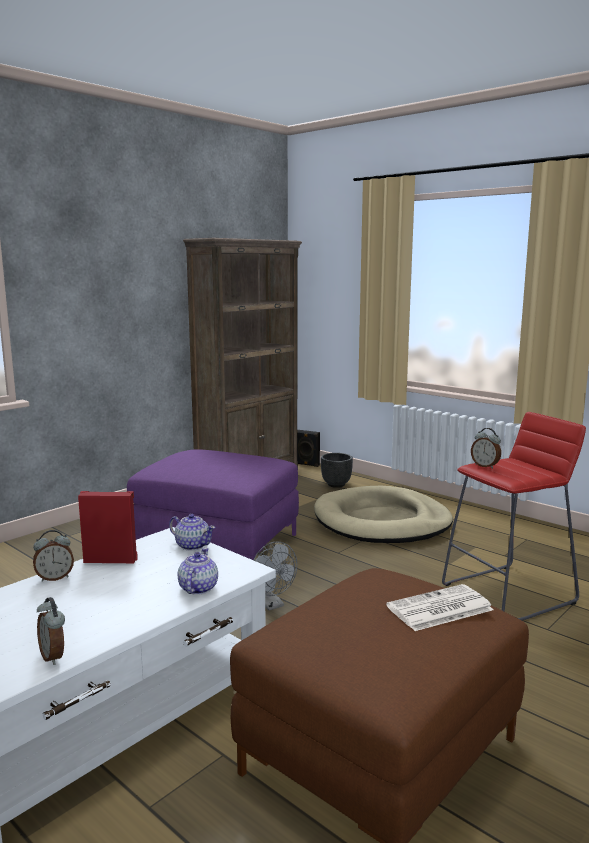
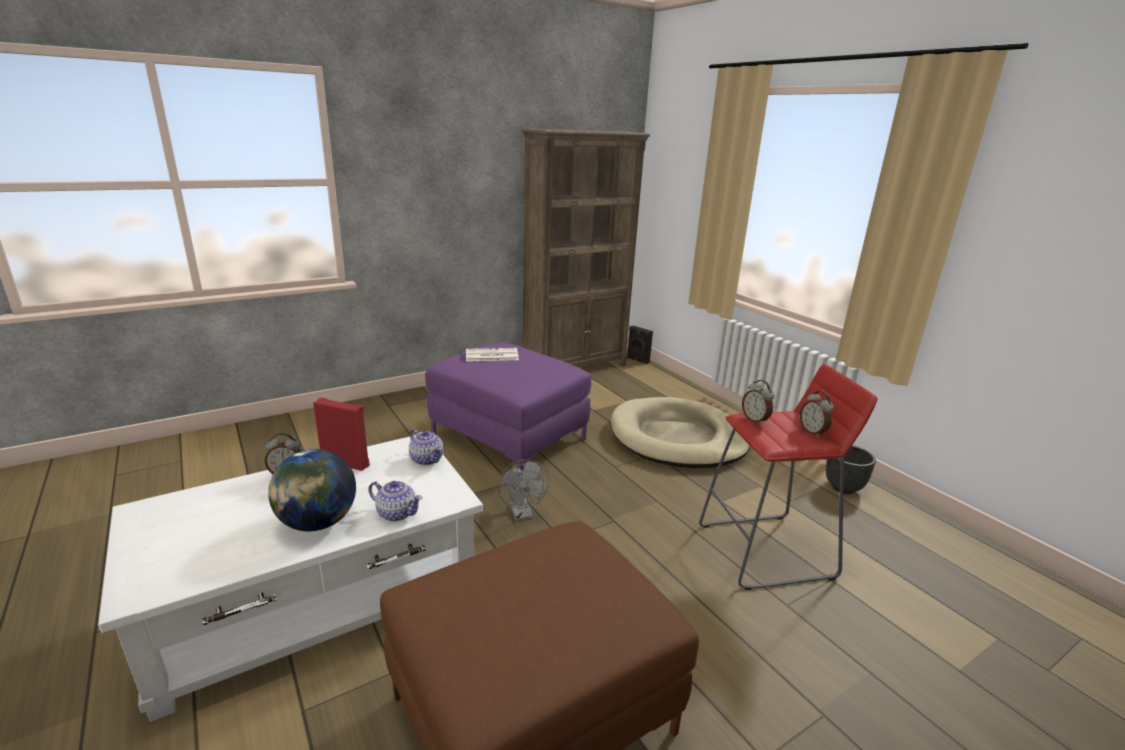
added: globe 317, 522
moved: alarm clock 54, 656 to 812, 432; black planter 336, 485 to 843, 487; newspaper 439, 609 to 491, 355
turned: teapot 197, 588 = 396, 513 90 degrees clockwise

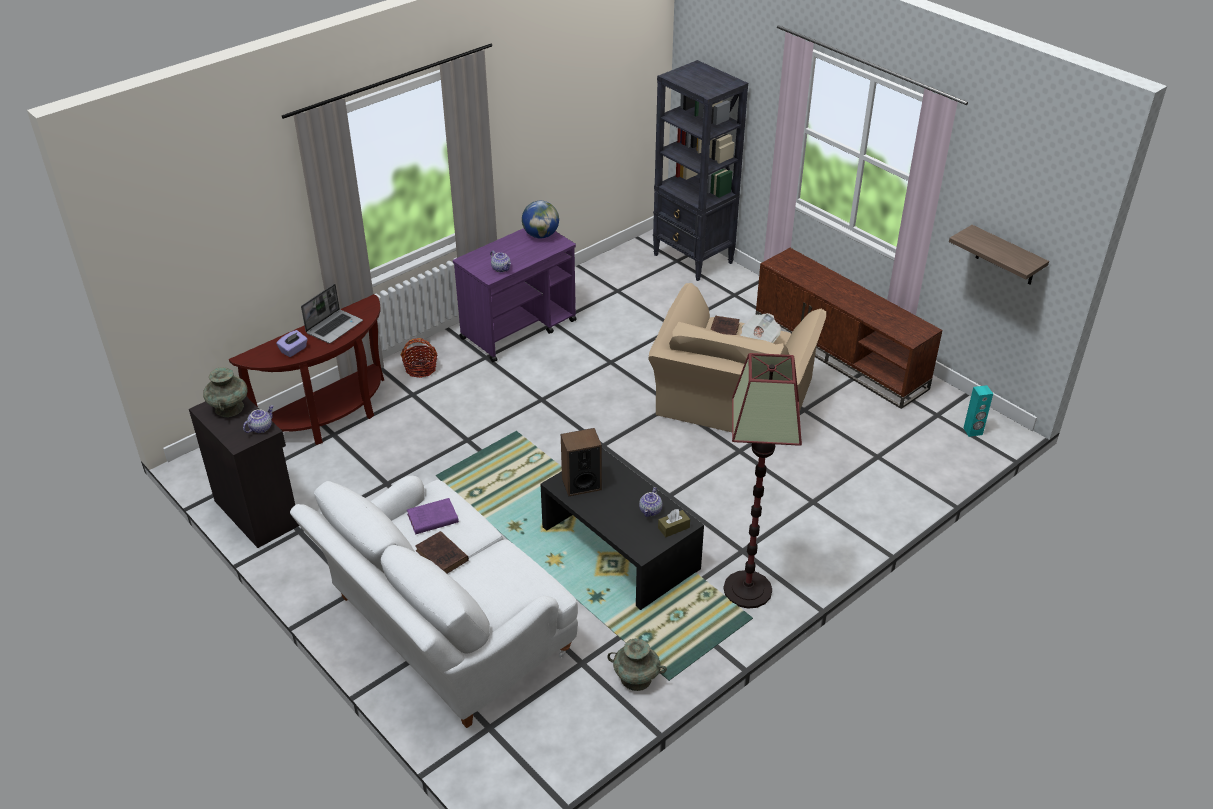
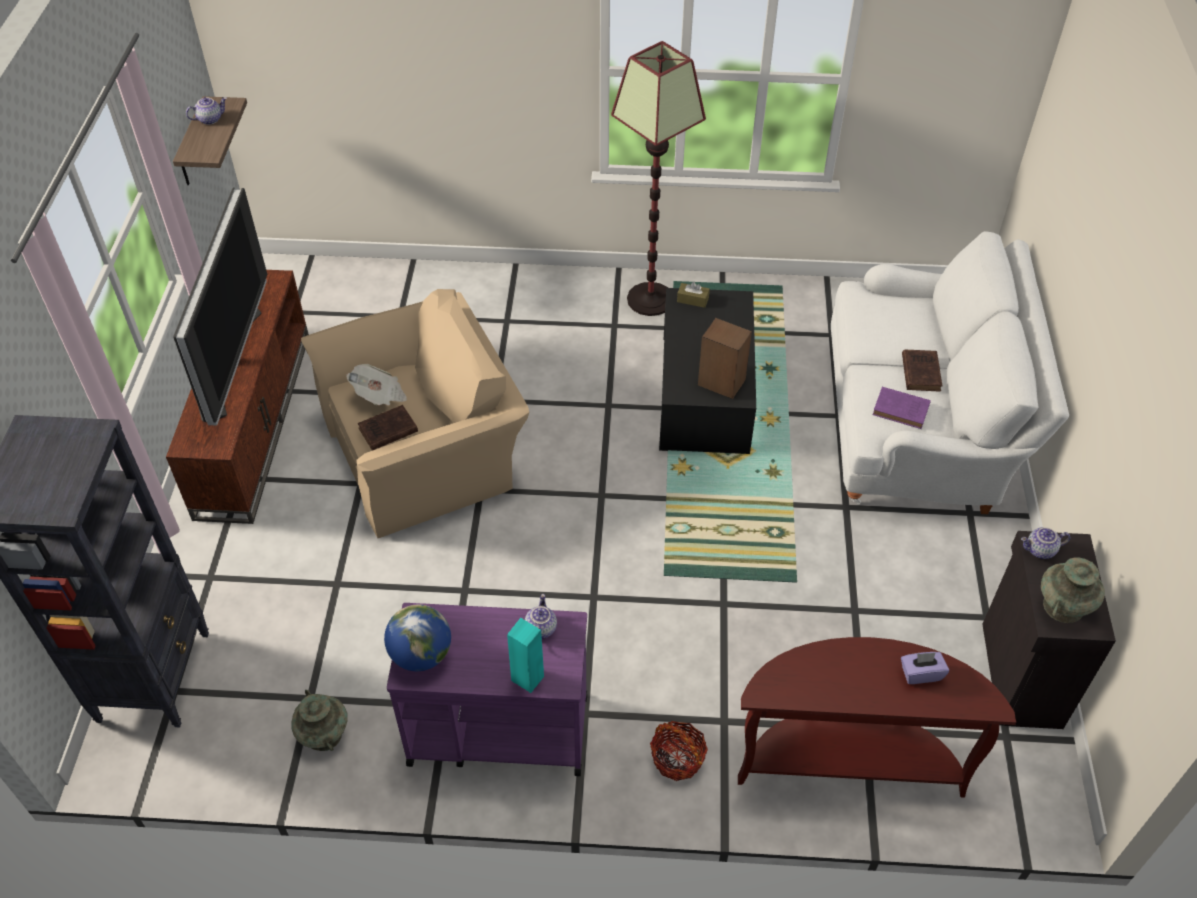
removed: laptop 334, 327
added: television 231, 361
moved: turquoise vase 636, 678 to 323, 734; teapot 651, 511 to 210, 119; turquoise speaker 973, 431 to 528, 678

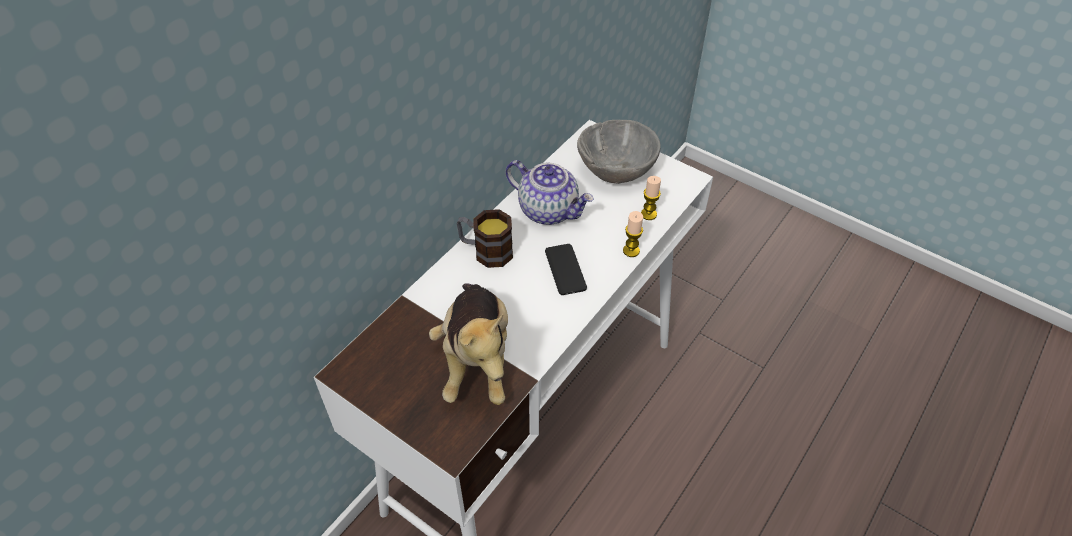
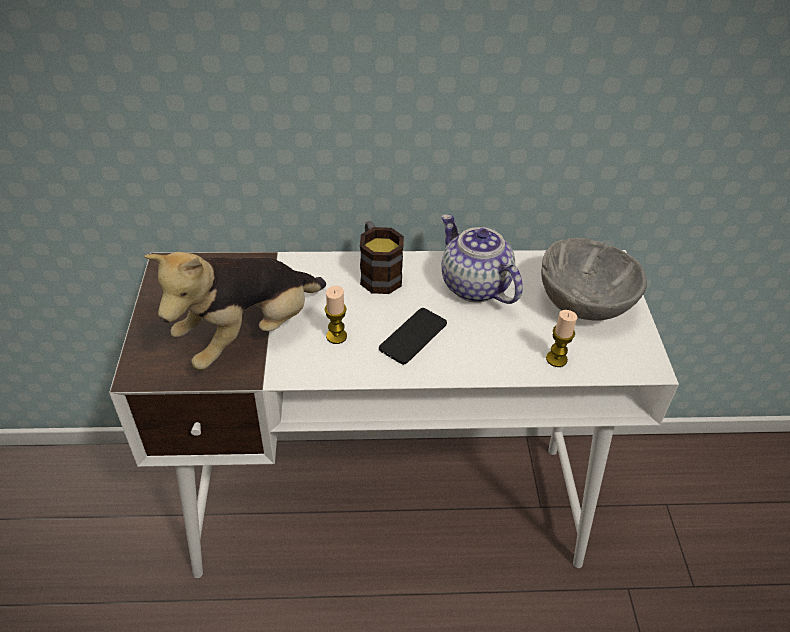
moved: candle 631, 250 to 336, 336
turned: teapot 549, 210 = 473, 286 150 degrees clockwise

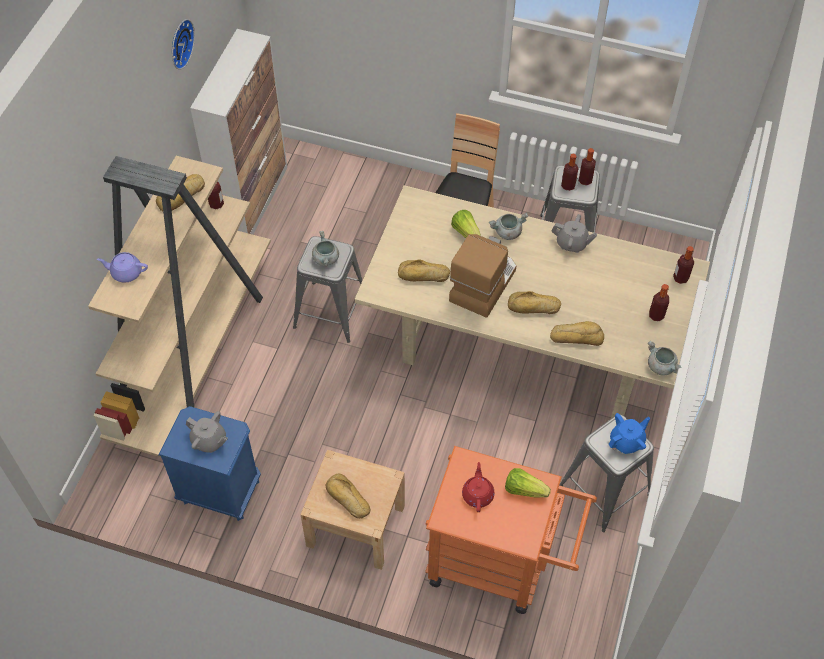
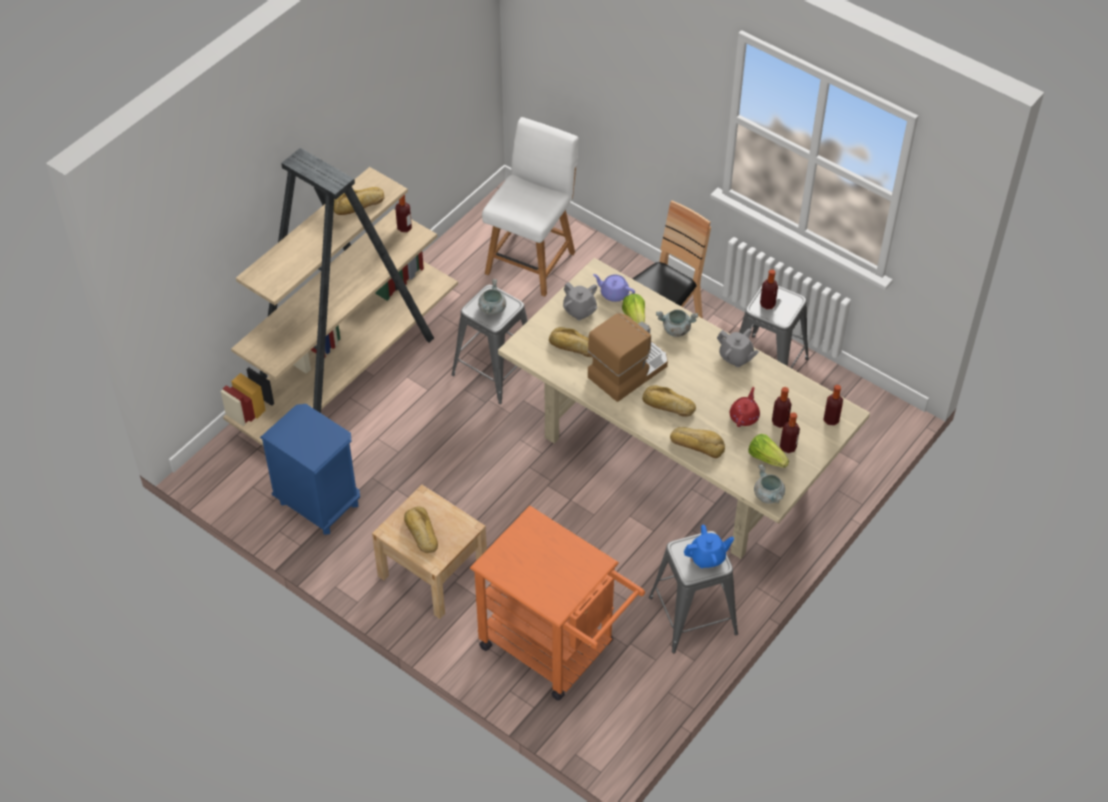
removed: wall clock 179, 43; cabinet 253, 200
added: white chair 532, 260
moved: purple teapot 126, 272 to 613, 293; grey teapot 209, 441 to 580, 310; red teapot 477, 494 to 744, 416; lettuce 524, 489 to 766, 458; bottle 585, 180 to 780, 422

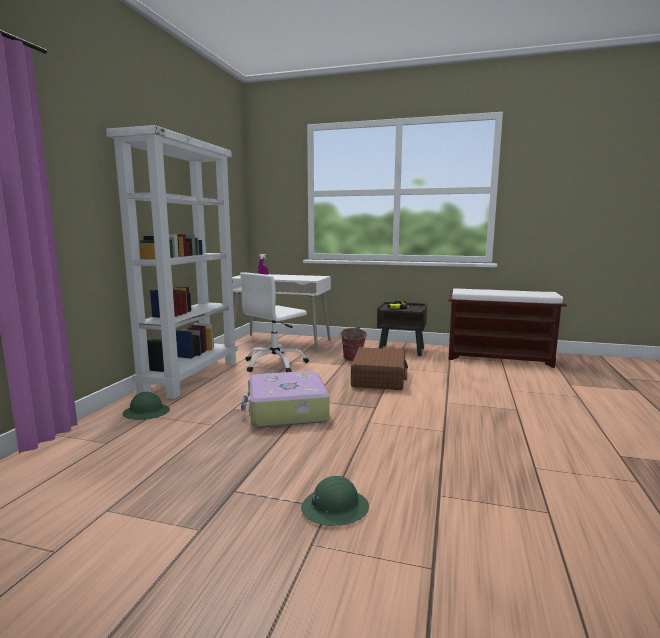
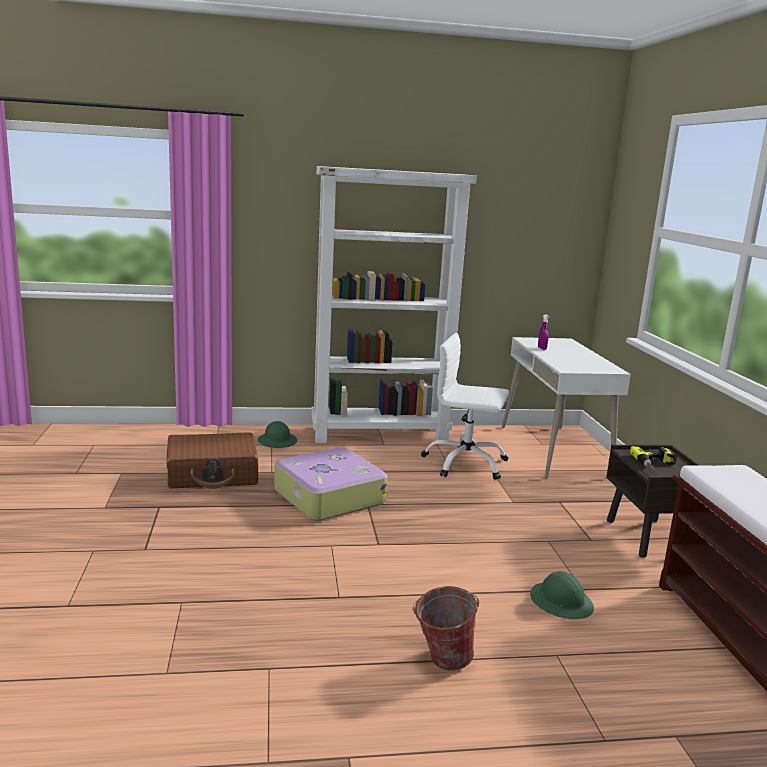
moved: green hard hat 334, 508 to 561, 602; bucket 352, 359 to 441, 660; brown suitcase 379, 378 to 213, 474

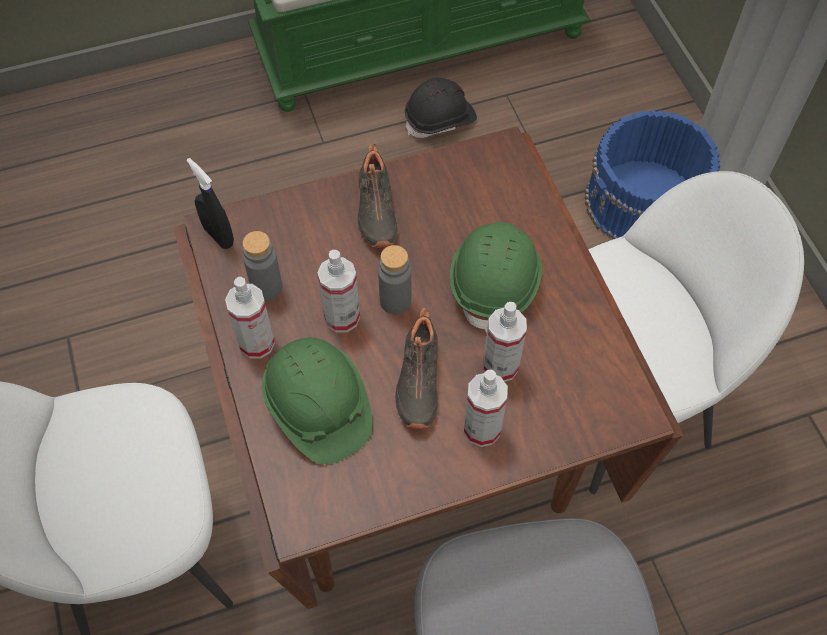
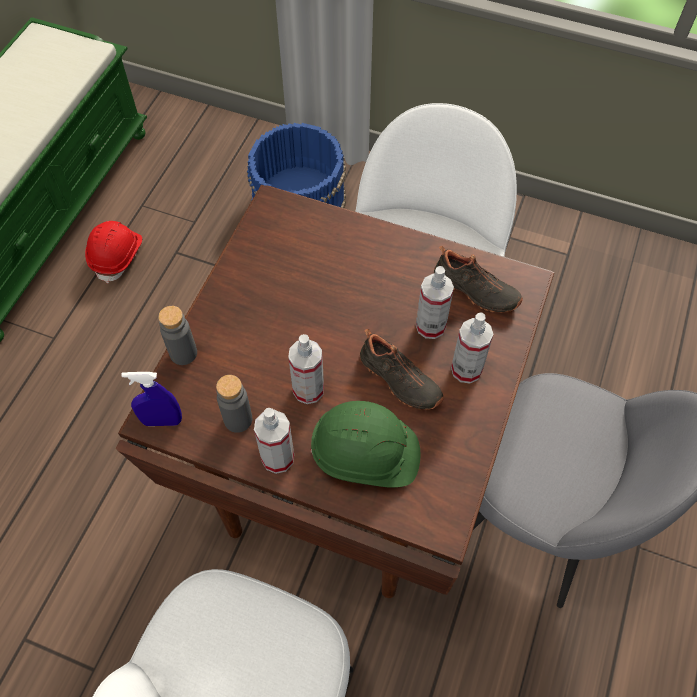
removed: green hard hat 495, 282
moved: black shoe 374, 211 to 475, 291; grey bottle 395, 301 to 183, 353
recoloured: black spray bottle 218, 236 to blue spray bottle 162, 421; black hard hat 440, 120 to red hard hat 117, 256

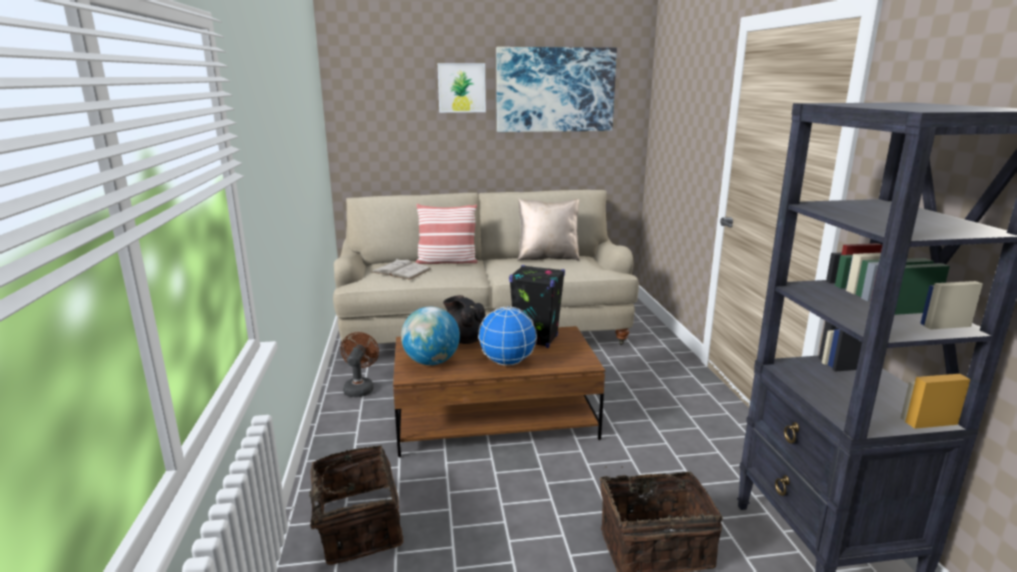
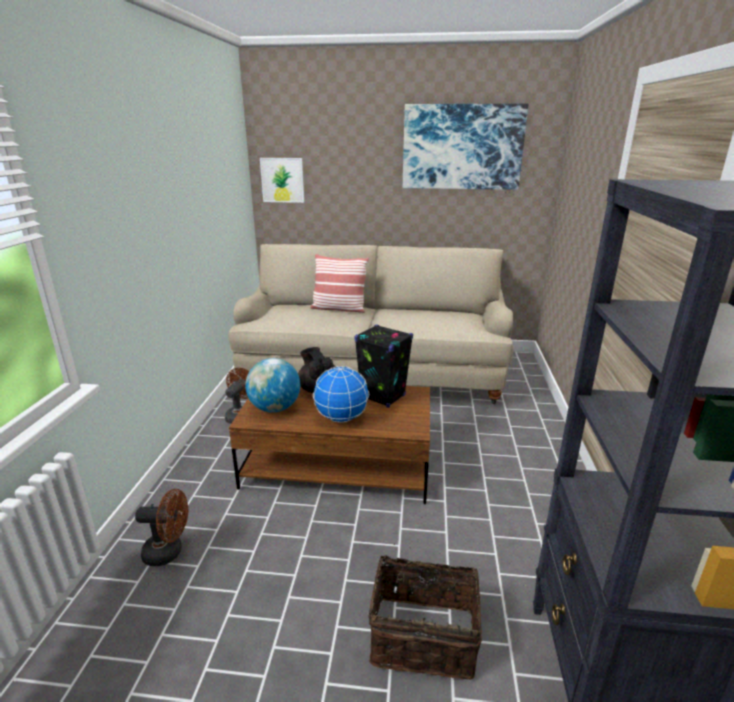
removed: white book 401, 271; beige pillow 547, 257
moved: picture 461, 88 to 282, 180
replaced: basket 356, 526 to brown fan 169, 552

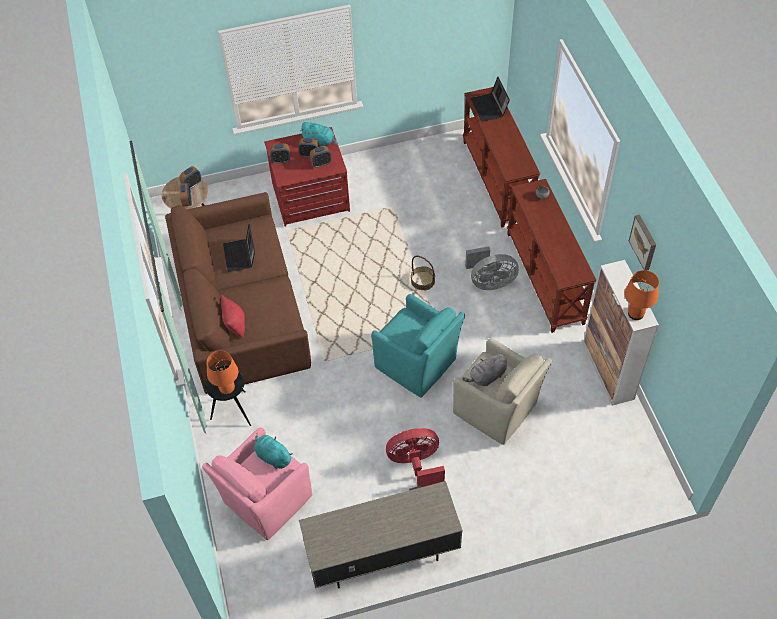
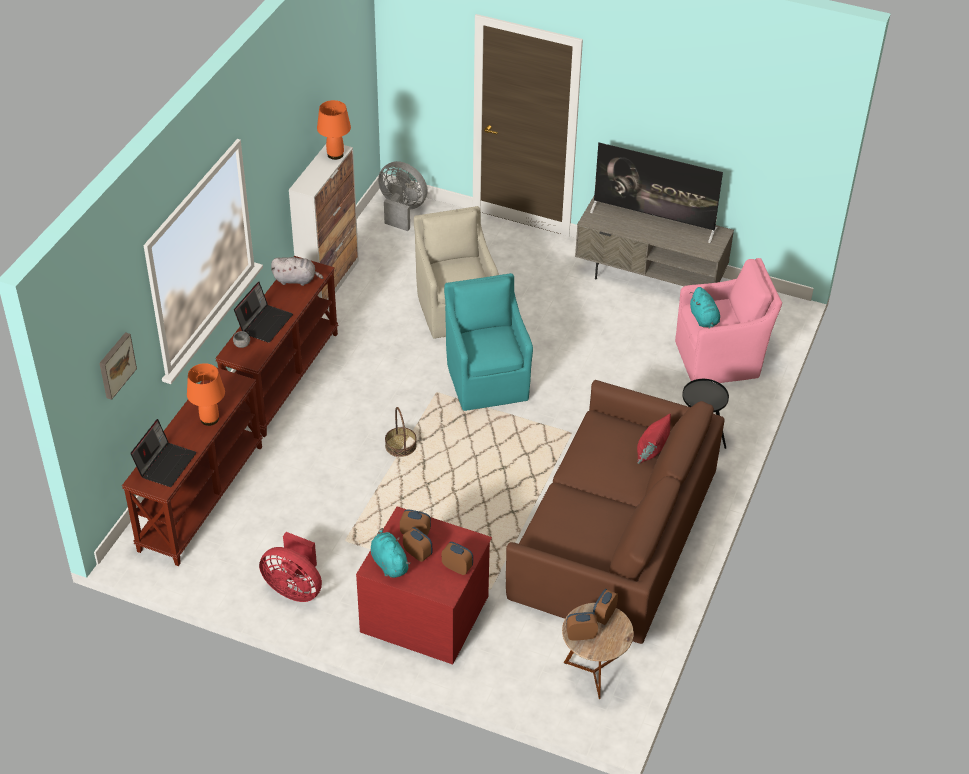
added: television 654, 220
moved: orange table lamp 227, 389 to 209, 419; laptop 241, 256 to 264, 323; red fan 416, 464 to 295, 588; grey plush toy 486, 377 to 296, 280; grey fan 490, 282 to 401, 211; picture 644, 242 to 115, 365

